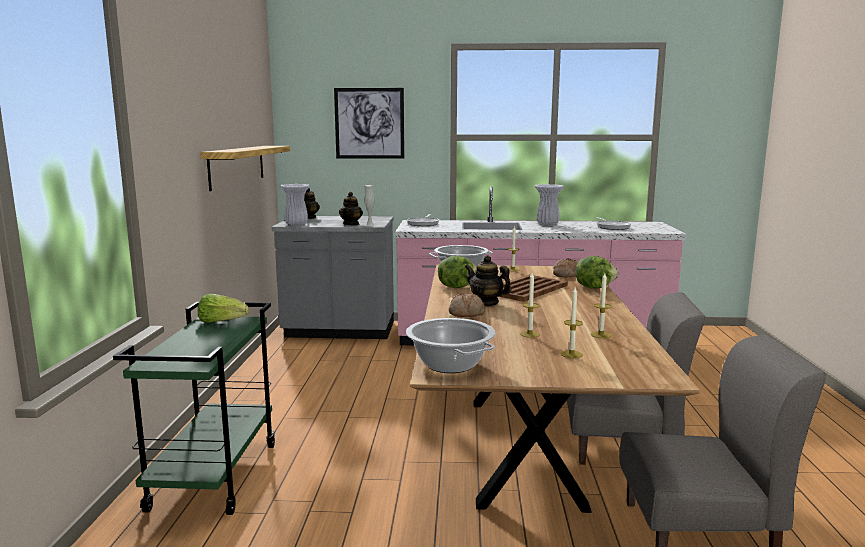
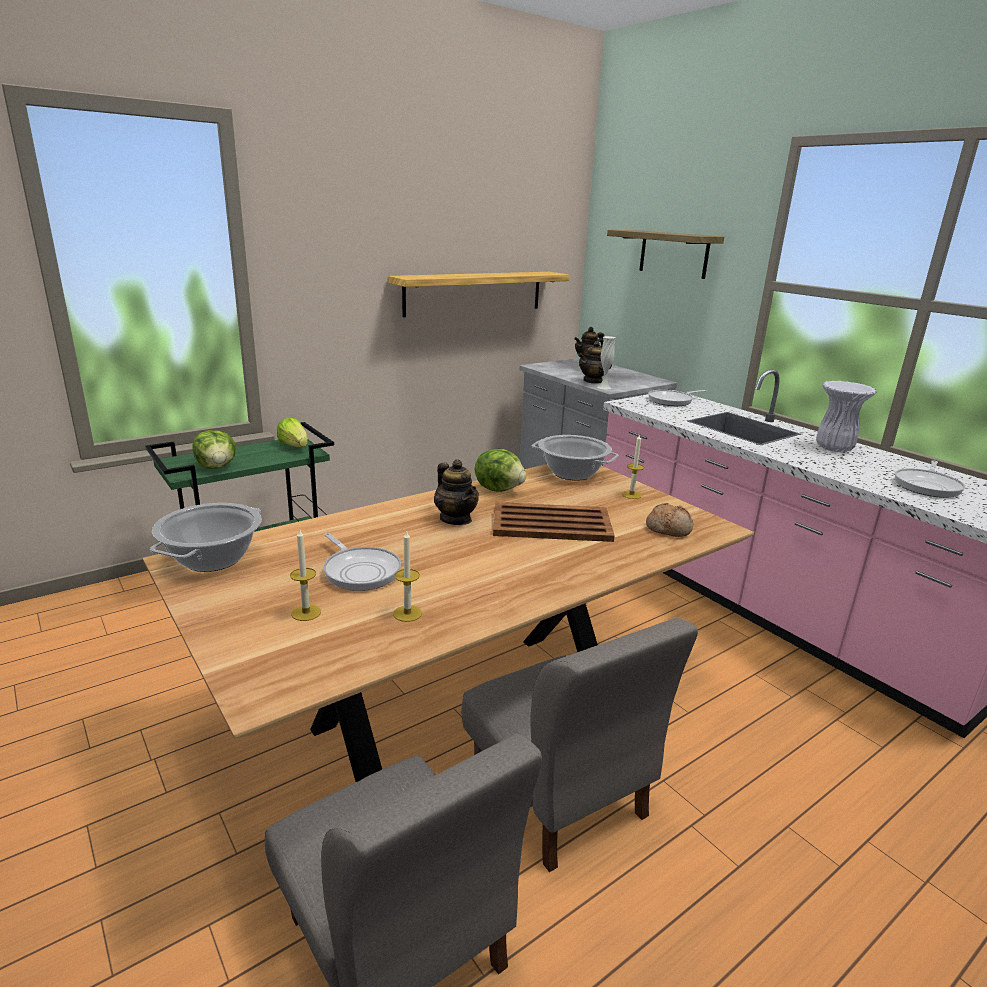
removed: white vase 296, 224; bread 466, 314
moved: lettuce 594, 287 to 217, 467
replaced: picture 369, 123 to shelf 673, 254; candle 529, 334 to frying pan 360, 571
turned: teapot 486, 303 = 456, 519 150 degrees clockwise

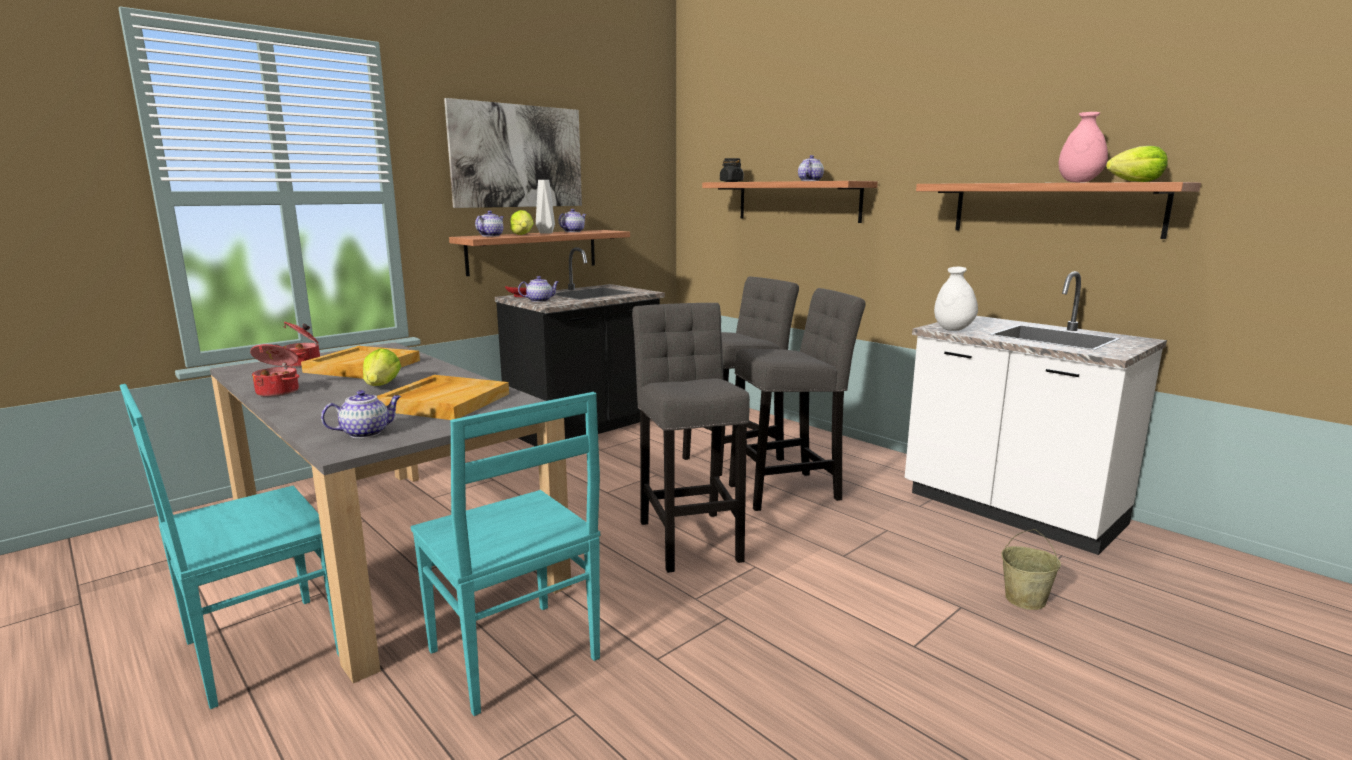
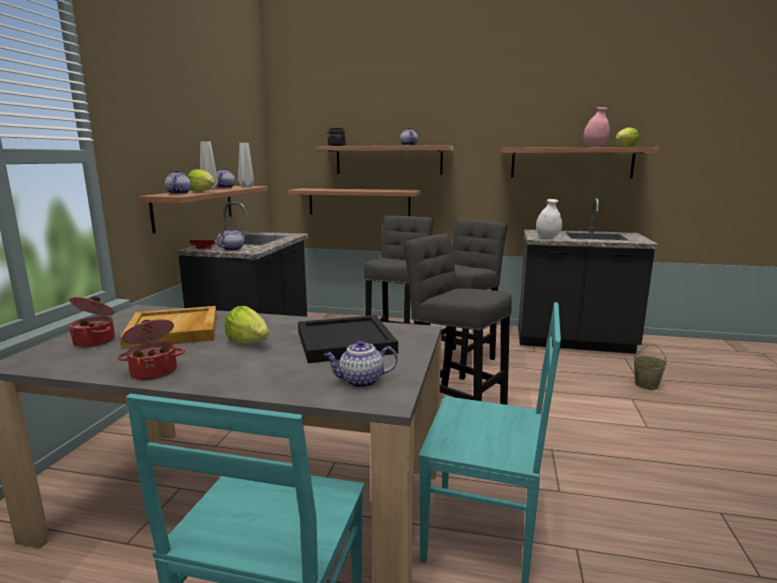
removed: picture 517, 156
added: grey vase 247, 187; shelf 359, 202
recoloured: beige tray 444, 401 to black tray 344, 342; white counter 1010, 511 to black counter 574, 342
turned: teapot 366, 433 = 360, 381 120 degrees counterclockwise

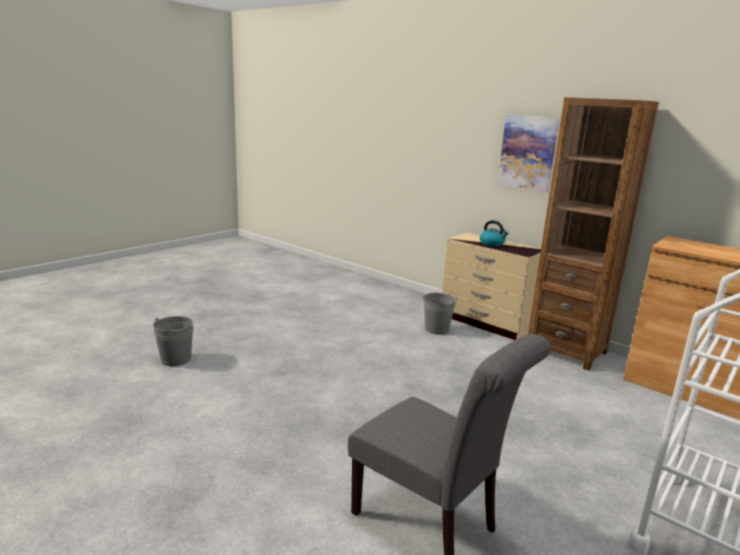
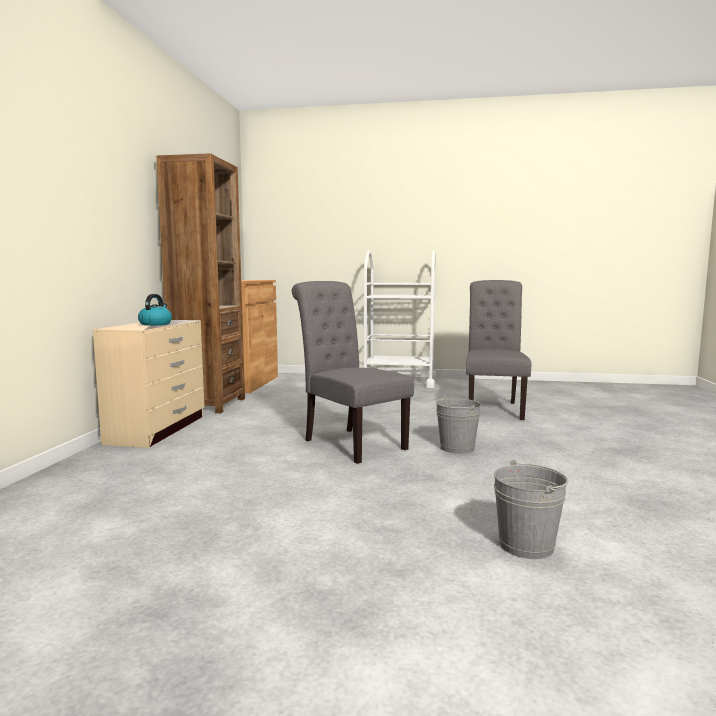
removed: picture 527, 153
added: grey chair 349, 443
moved: grey bucket 437, 329 to 457, 448

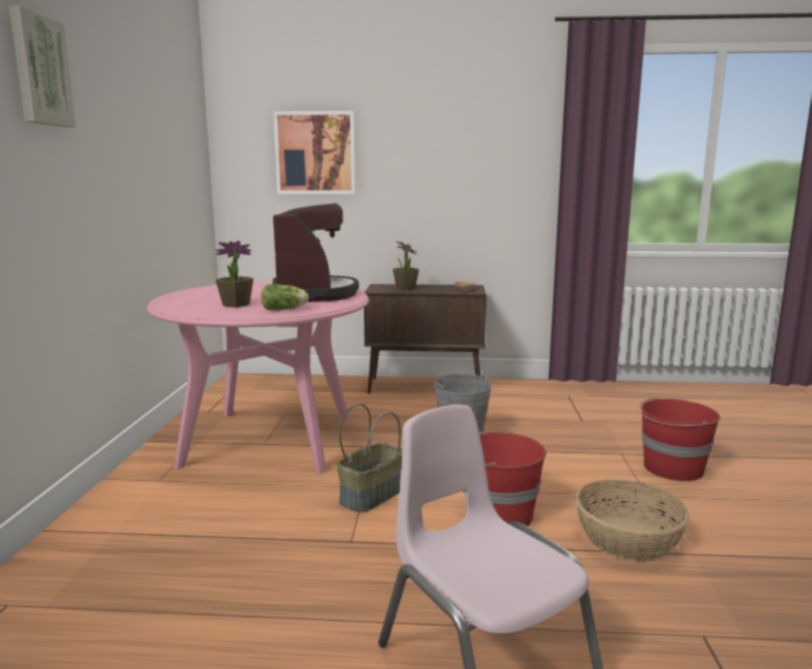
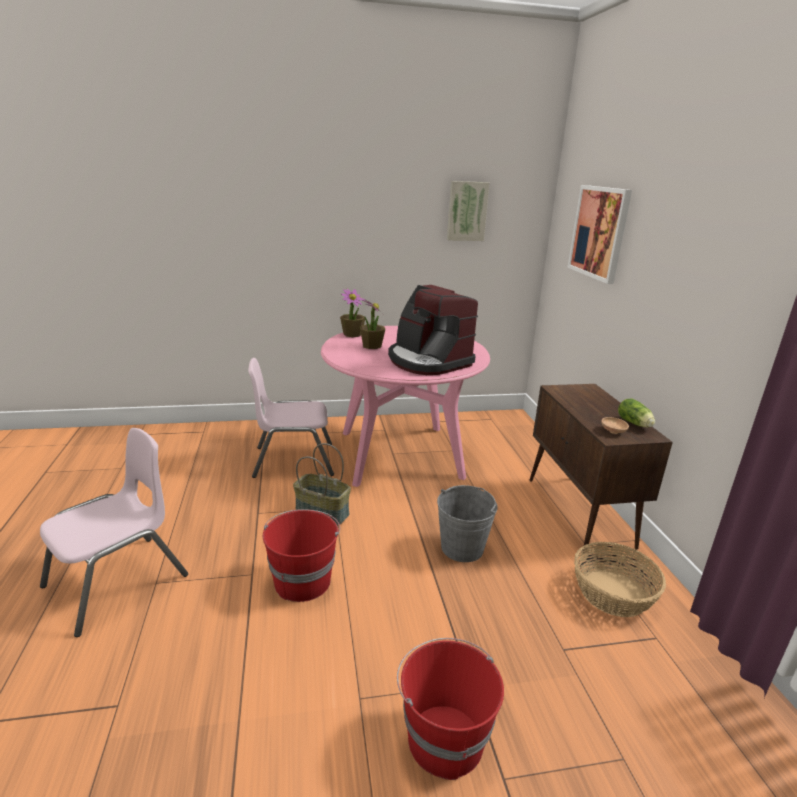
added: pink chair 293, 460
moved: picture 40, 71 to 467, 211; lettuce 285, 309 to 635, 424; potted plant 405, 287 to 352, 334; basket 628, 538 to 613, 593
turned: coffee machine 313, 294 = 428, 361 75 degrees clockwise

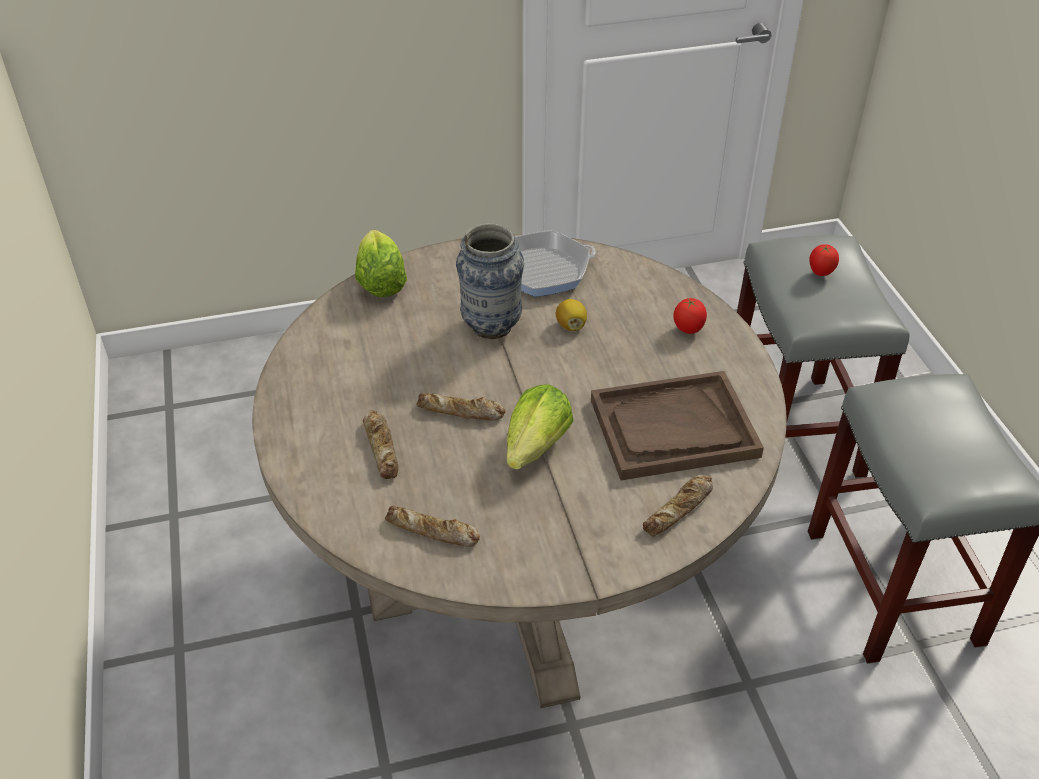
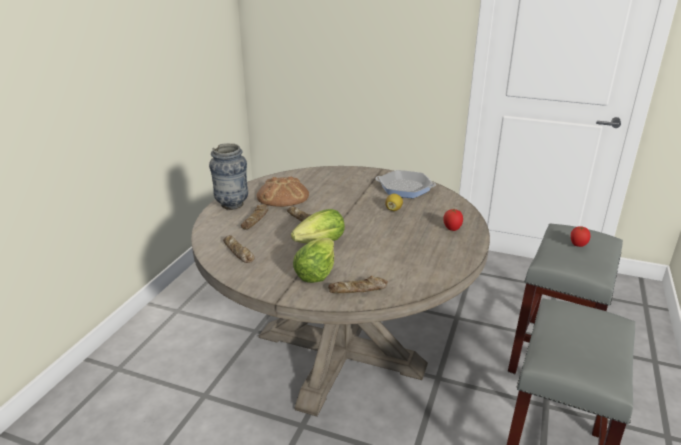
removed: brown tray 673, 428
added: bread 282, 196
moved: lettuce 380, 283 to 316, 274; vase 491, 326 to 232, 205

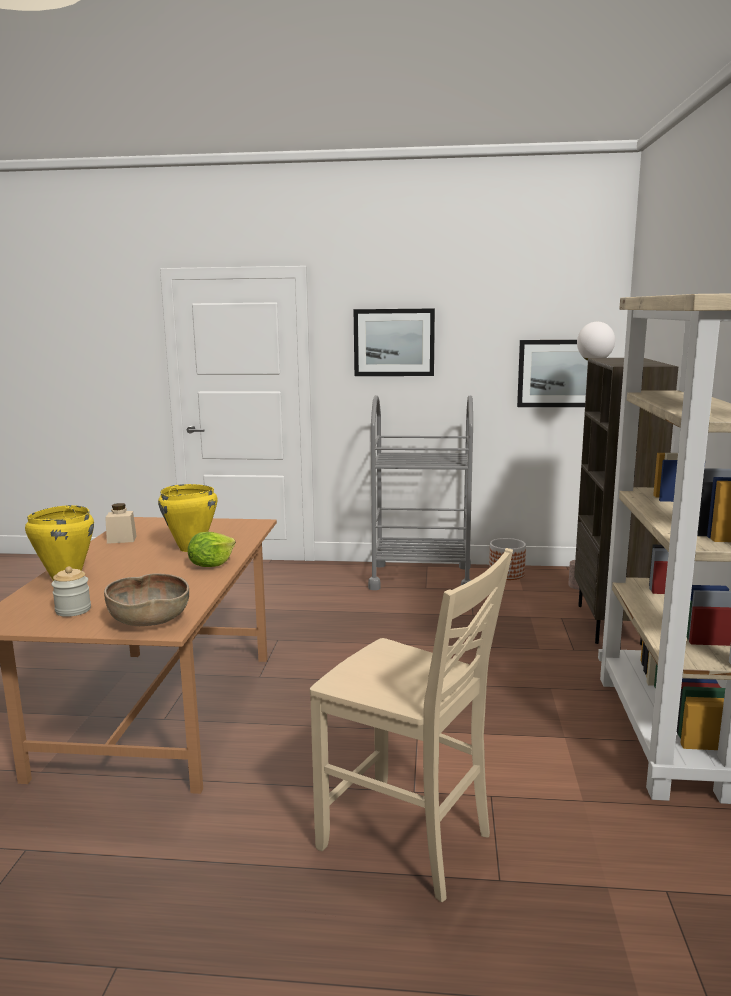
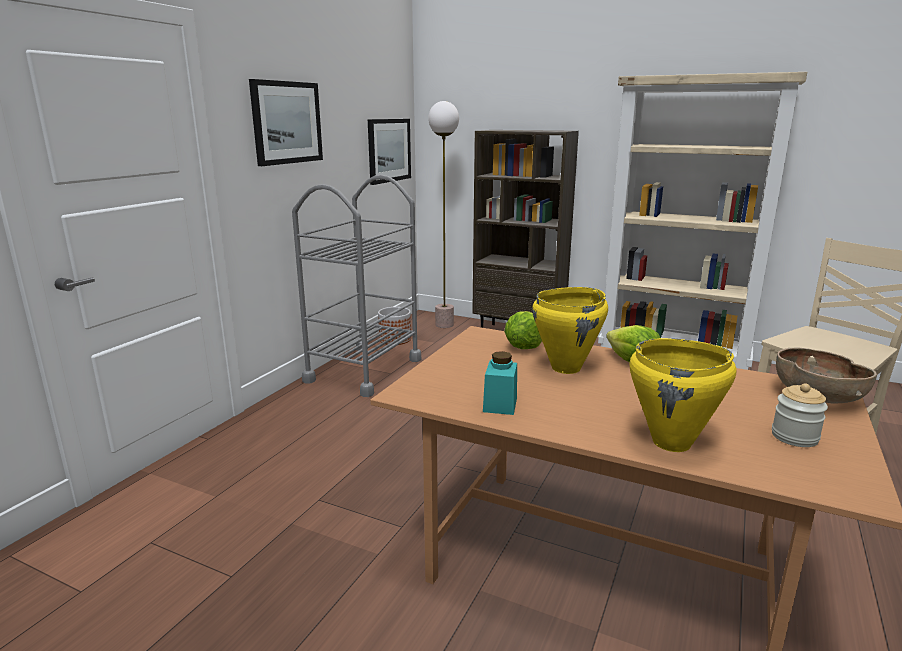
added: lettuce 524, 346
recoloured: beige jar 121, 539 to turquoise jar 500, 404

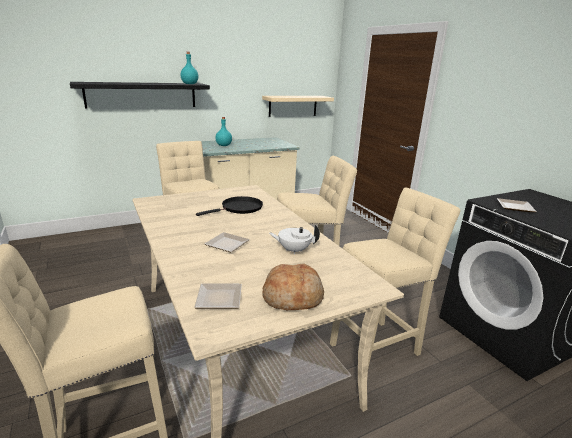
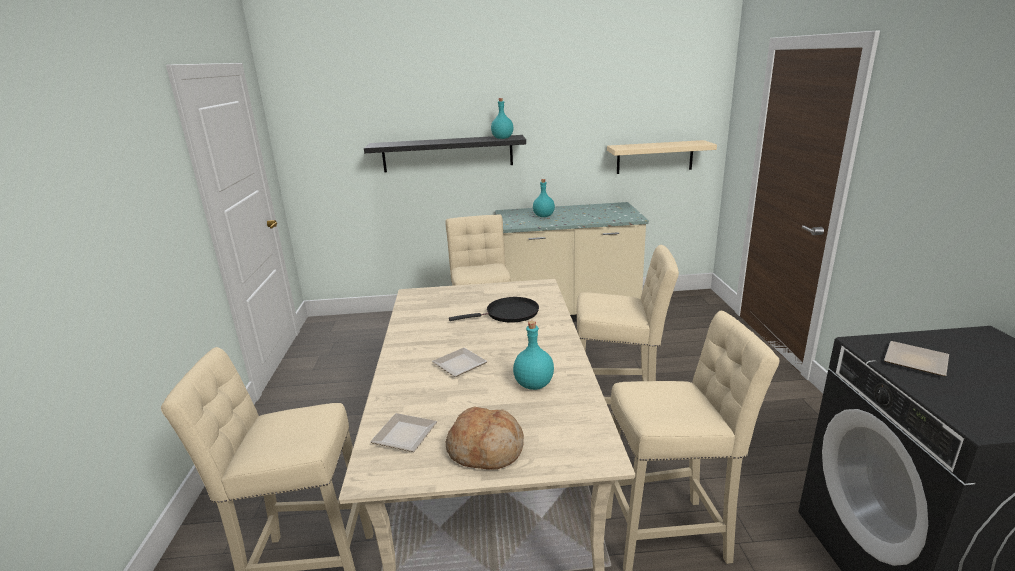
replaced: white teapot 293, 250 to turquoise bottle 533, 384

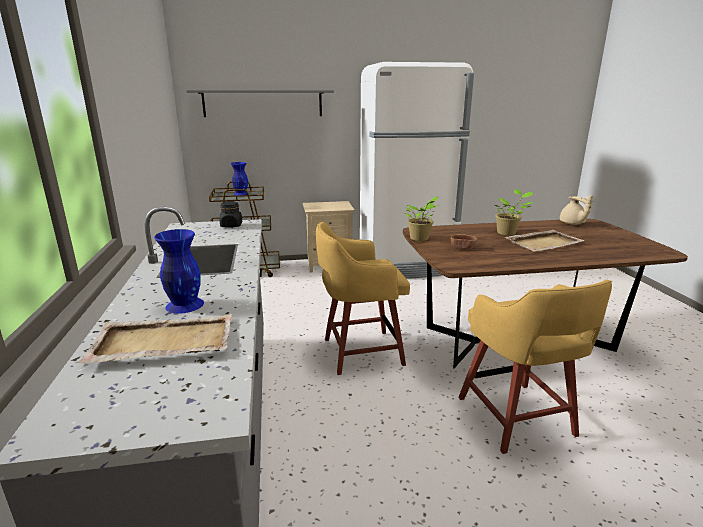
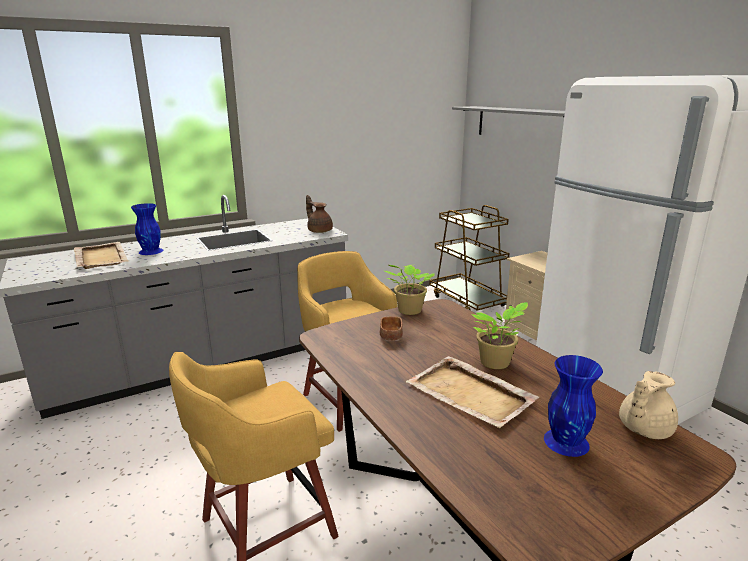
moved: blue vase 241, 194 to 566, 441
replaced: black jar 231, 225 to brown teapot 319, 231

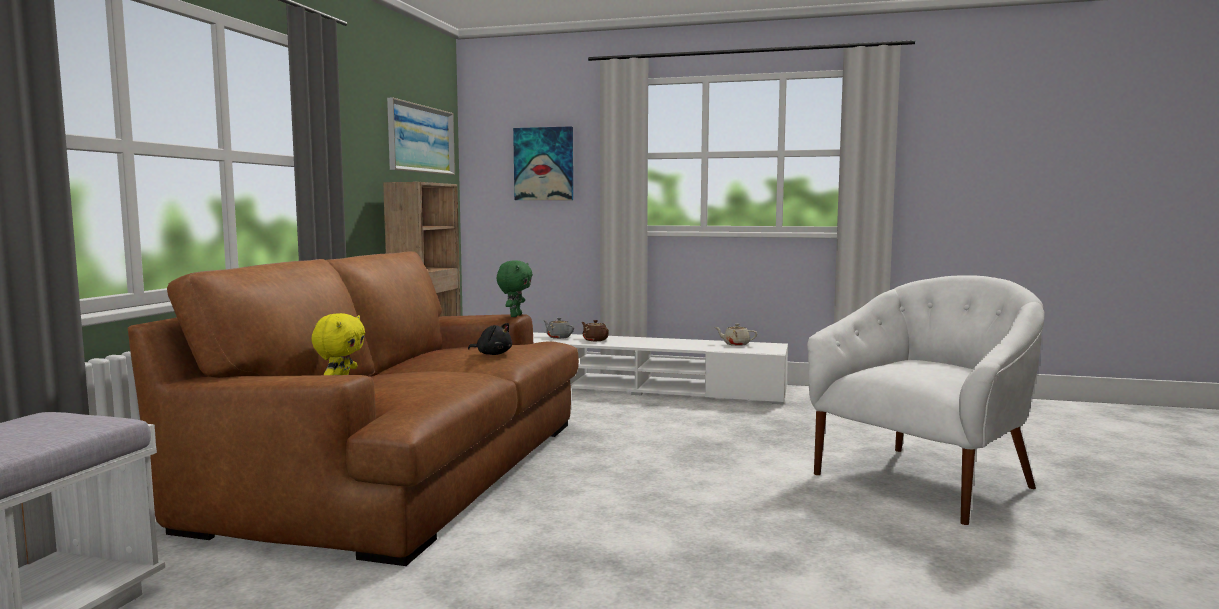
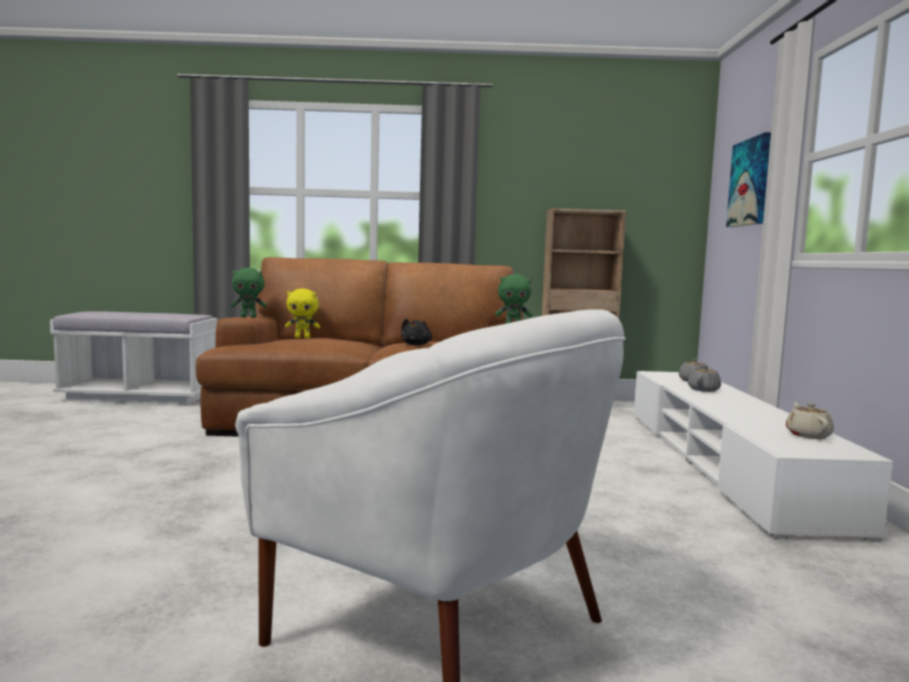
removed: picture 421, 139
added: green plush toy 248, 317
recoloured: brown teapot 595, 340 to grey teapot 704, 390

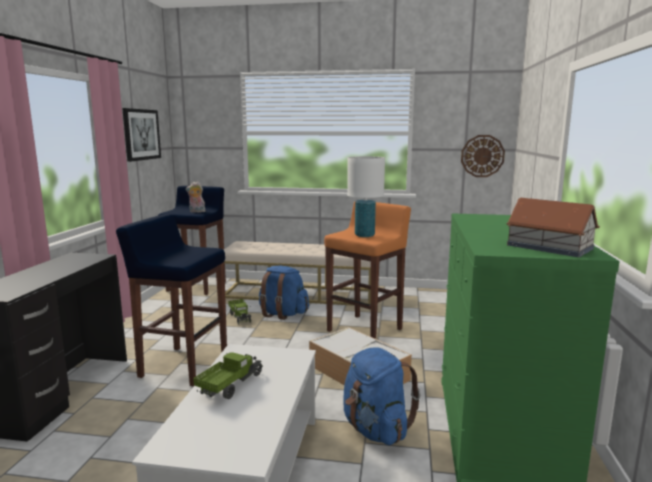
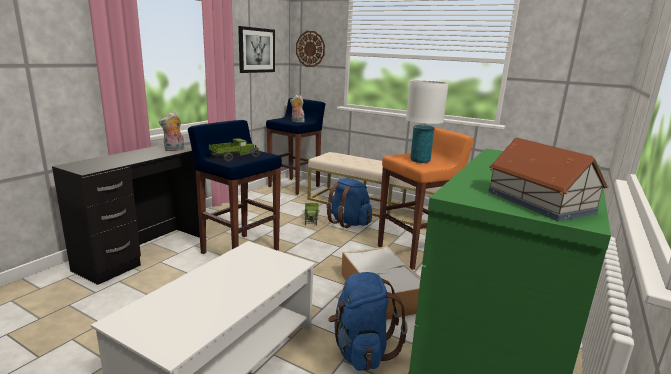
added: plush toy 174, 150
moved: toy truck 230, 386 to 235, 158; wall clock 482, 156 to 310, 49

